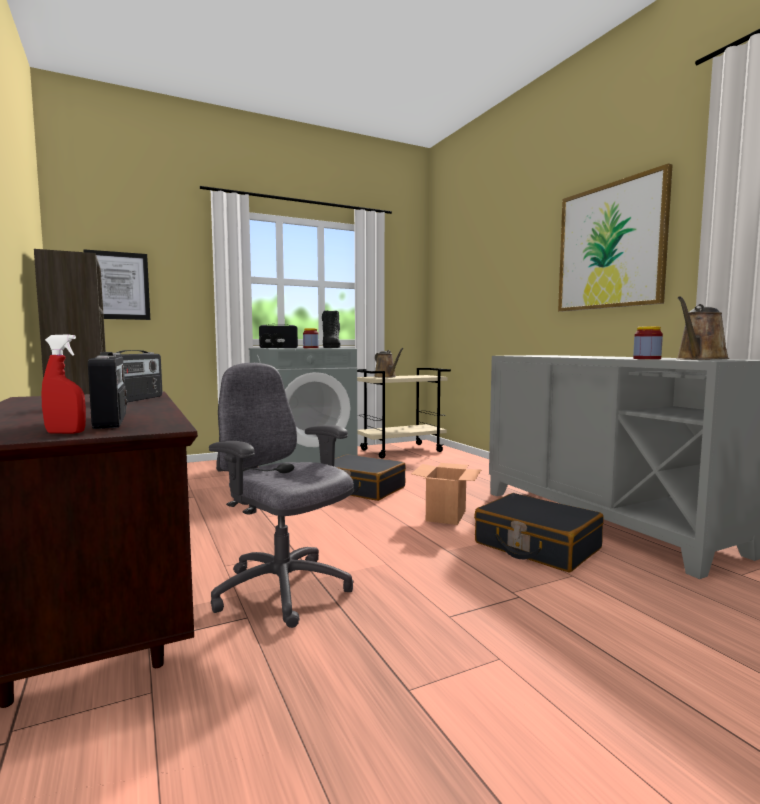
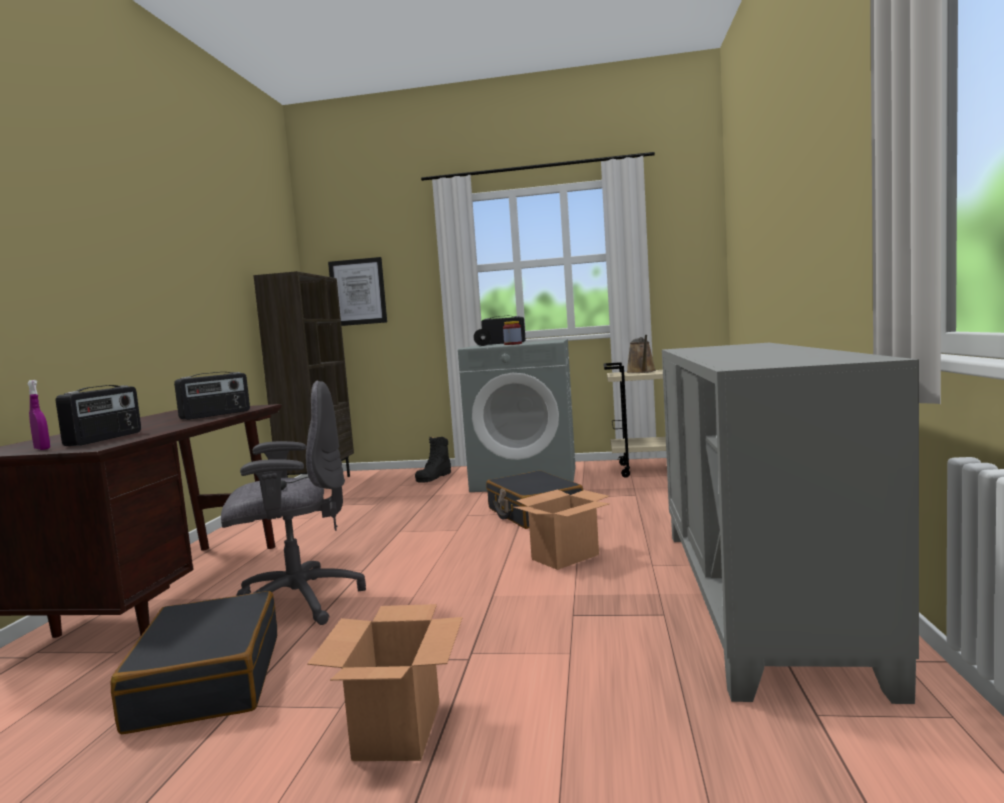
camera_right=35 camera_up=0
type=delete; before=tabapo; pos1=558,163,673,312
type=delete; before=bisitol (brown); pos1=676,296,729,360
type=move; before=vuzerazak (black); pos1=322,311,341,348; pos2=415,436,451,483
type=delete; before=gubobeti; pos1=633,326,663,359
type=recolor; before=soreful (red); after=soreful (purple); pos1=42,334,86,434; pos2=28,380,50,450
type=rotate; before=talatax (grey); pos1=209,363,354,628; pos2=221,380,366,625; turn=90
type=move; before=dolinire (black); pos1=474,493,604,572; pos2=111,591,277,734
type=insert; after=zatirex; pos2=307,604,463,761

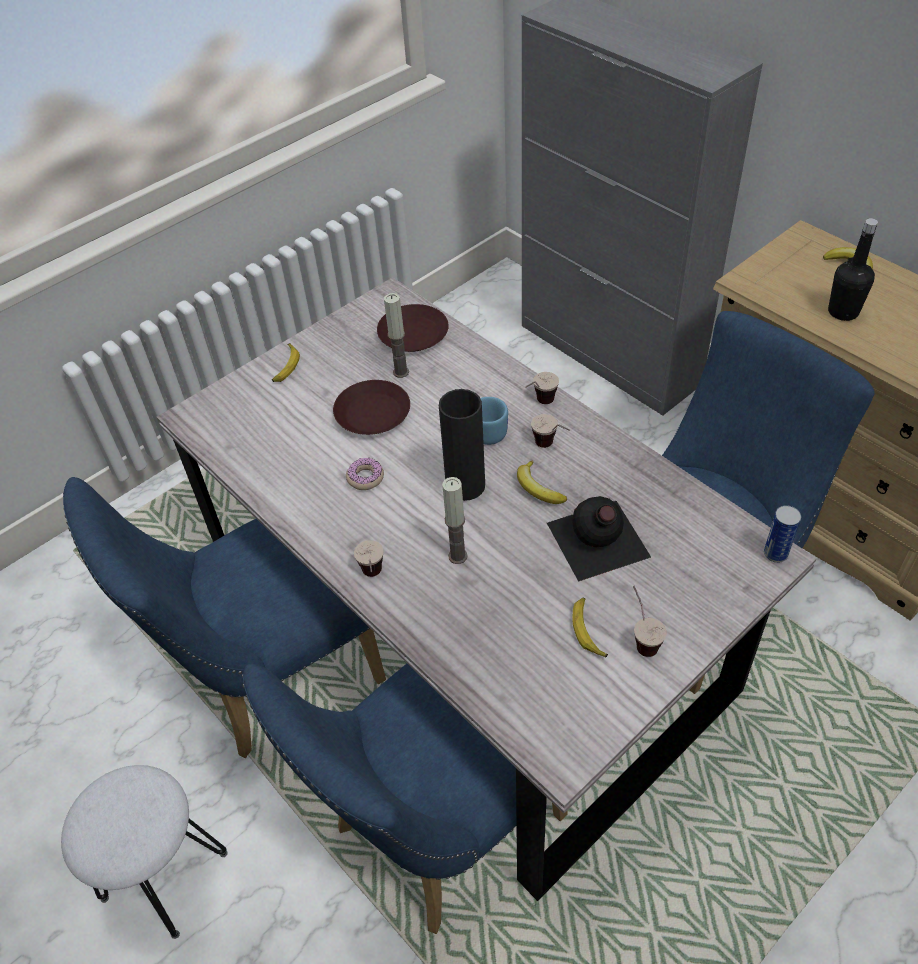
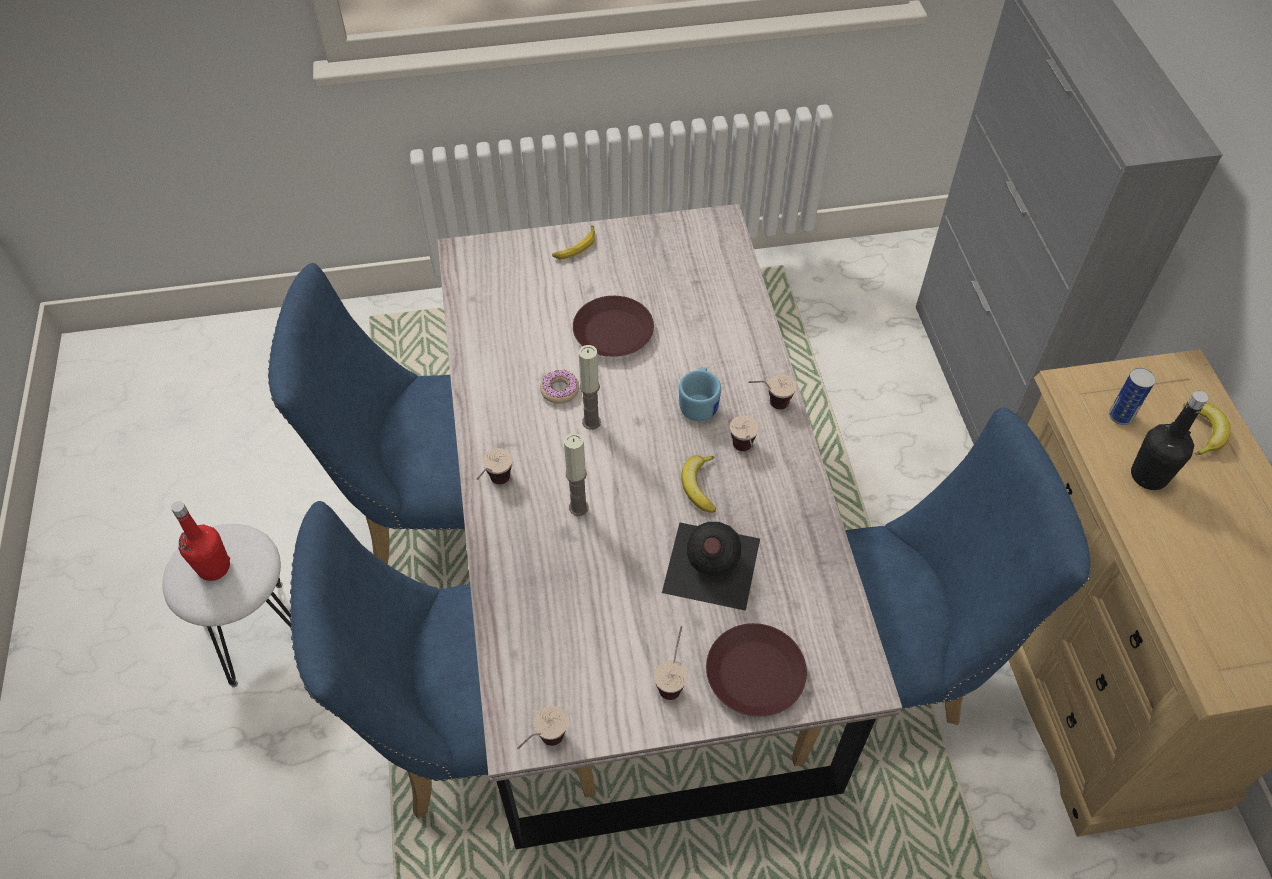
camera_right=30 camera_up=5
type=move; before=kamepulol; pos1=384,293,409,378; pos2=579,345,601,430
type=move; before=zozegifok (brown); pos1=377,304,449,352; pos2=706,623,807,717
type=delete; before=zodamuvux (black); pos1=439,389,485,501
type=move; before=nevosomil; pos1=764,505,801,563; pos2=1109,368,1156,425
type=delete; before=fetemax; pos1=572,598,608,658
type=insert; after=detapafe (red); pos2=171,501,230,581
type=insert; after=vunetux; pos2=517,706,568,749

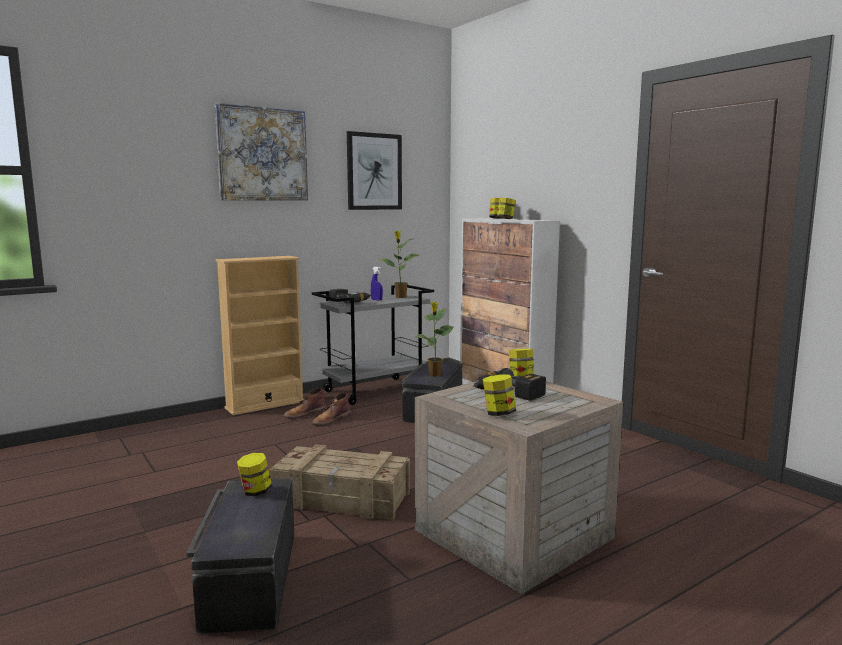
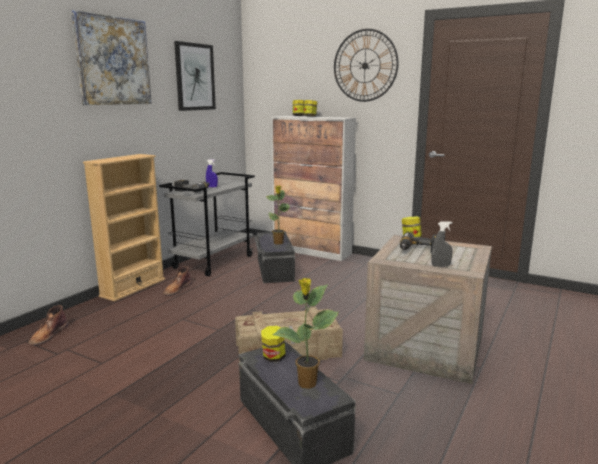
camera_right=-25 camera_up=5
type=move; before=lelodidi; pos1=379,231,420,298; pos2=272,278,339,389
type=replace; before=gubobeti; after=soreful (grey); pos1=482,374,516,416; pos2=431,221,452,266
type=move; before=vuzerazak (brown); pos1=312,393,351,426; pos2=28,305,68,345
type=insert; after=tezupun; pos2=334,29,399,102

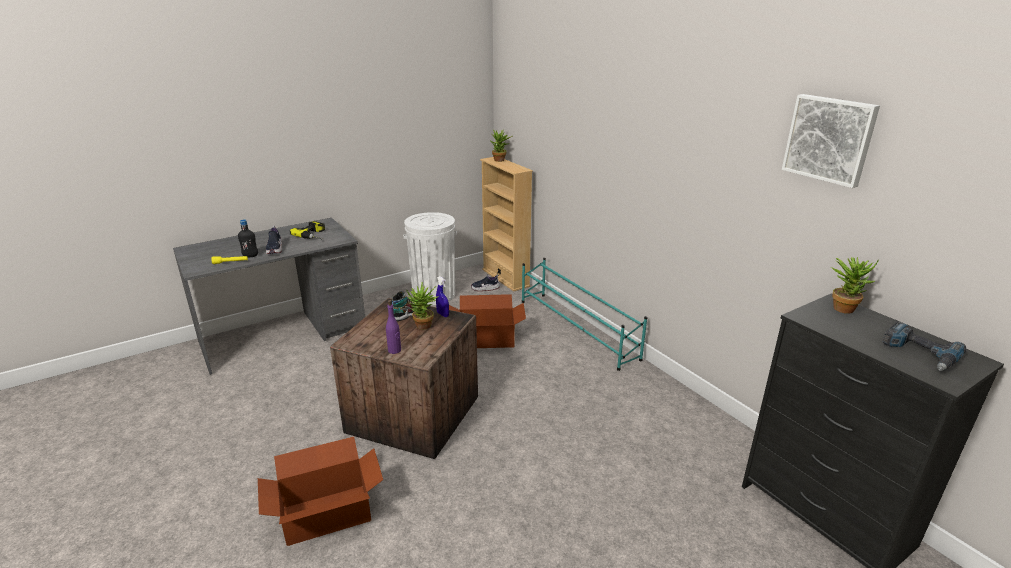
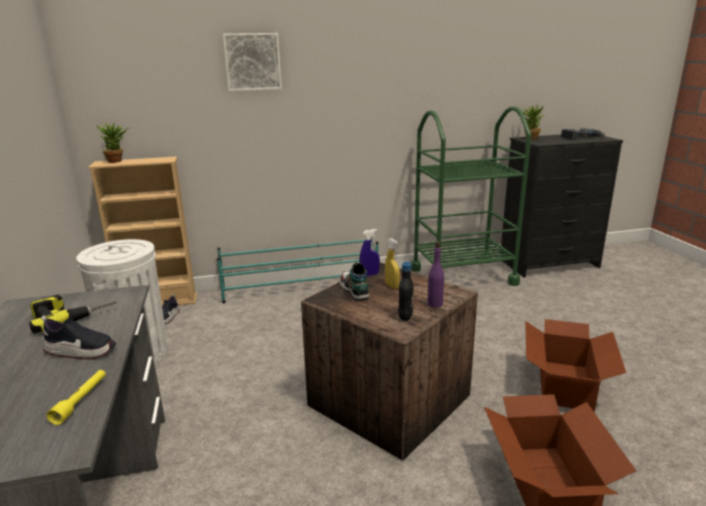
camera_right=-70 camera_up=-5
type=move; before=tabapo; pos1=782,94,880,188; pos2=223,33,282,91
type=move; before=detapafe (black); pos1=238,219,258,257; pos2=398,262,414,321
type=replace; before=lelodidi; after=soreful (yellow); pos1=407,282,439,330; pos2=385,238,400,289
type=move; before=zatirex; pos1=449,294,526,348; pos2=525,319,626,412
type=insert; after=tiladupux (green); pos2=411,106,532,286

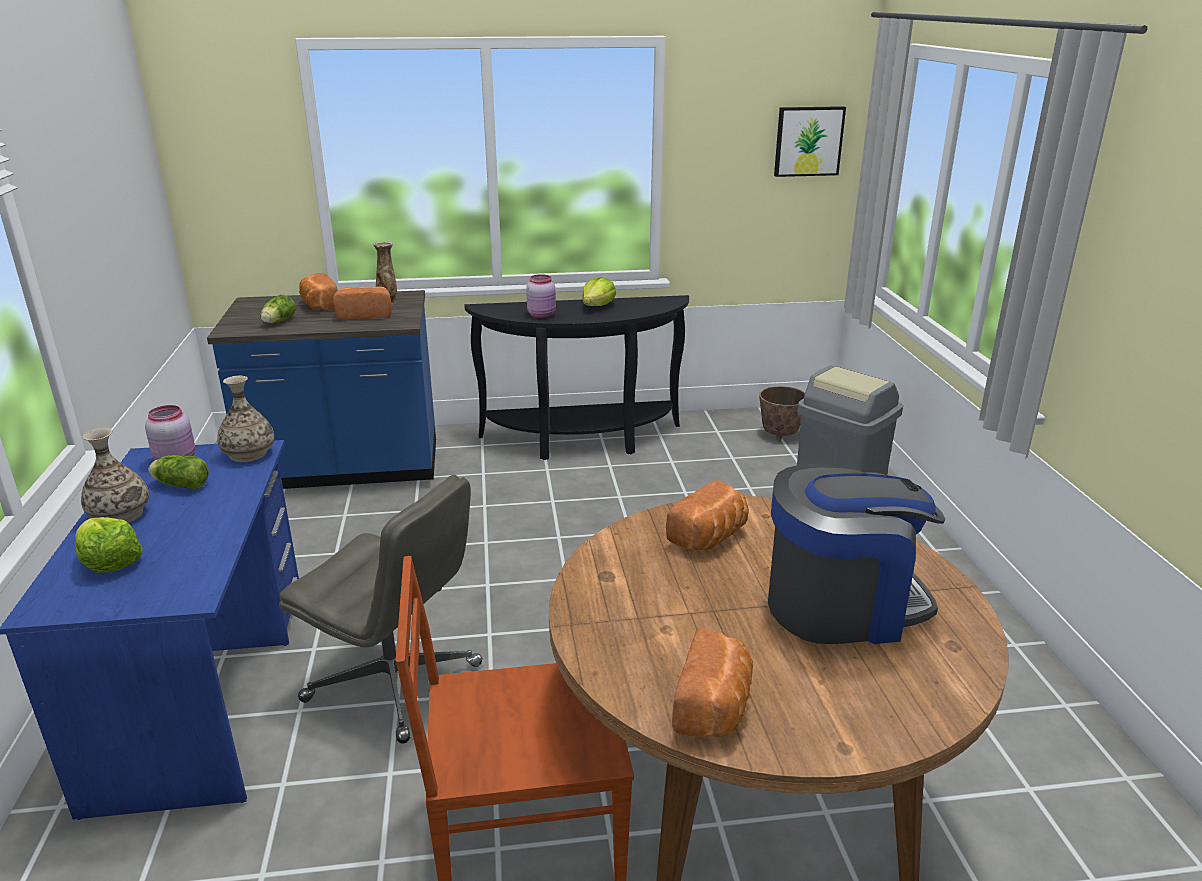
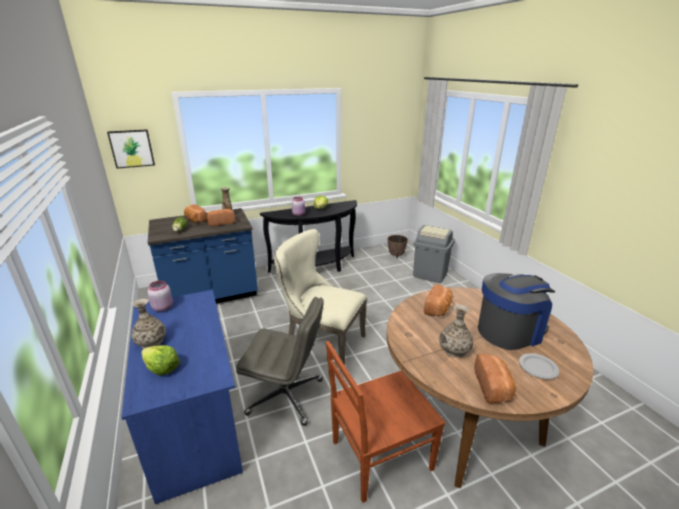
camera_right=-15 camera_up=0
type=move; before=tabapo; pos1=774,106,846,177; pos2=107,129,155,169
type=move; before=zodamuvux; pos1=217,375,274,462; pos2=439,305,473,357
type=delete; before=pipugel; pos1=148,455,209,490
type=insert; after=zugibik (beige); pos2=274,229,367,371
type=insert; after=zozegifok; pos2=519,353,559,379

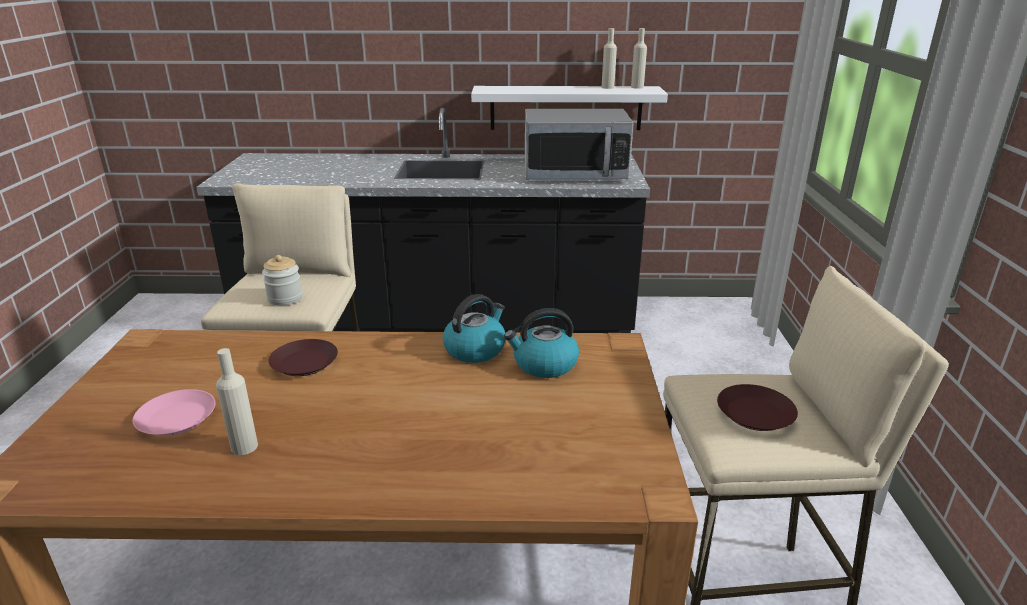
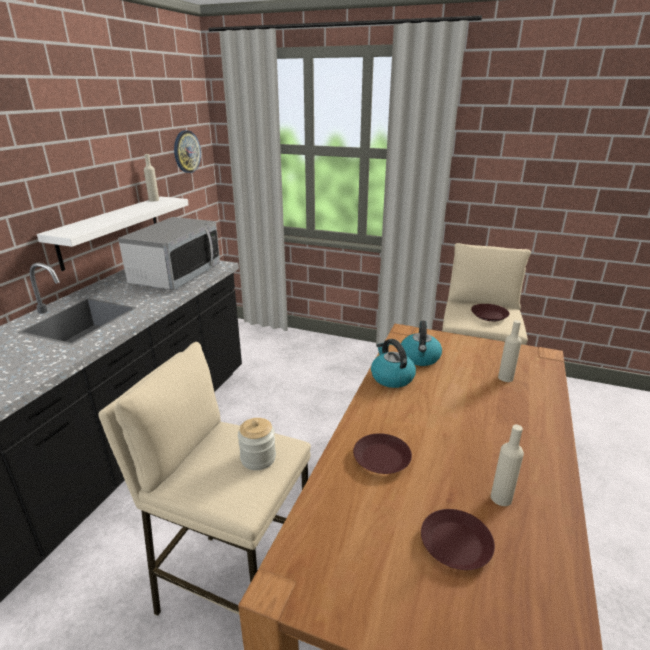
camera_right=-70 camera_up=0
type=move; before=detapafe (beige); pos1=601,28,617,89; pos2=498,320,522,382
type=recolor; before=zozegifok (pink); after=zozegifok (brown); pos1=133,389,215,436; pos2=421,509,495,570
type=insert; after=tezupun; pos2=174,130,201,173

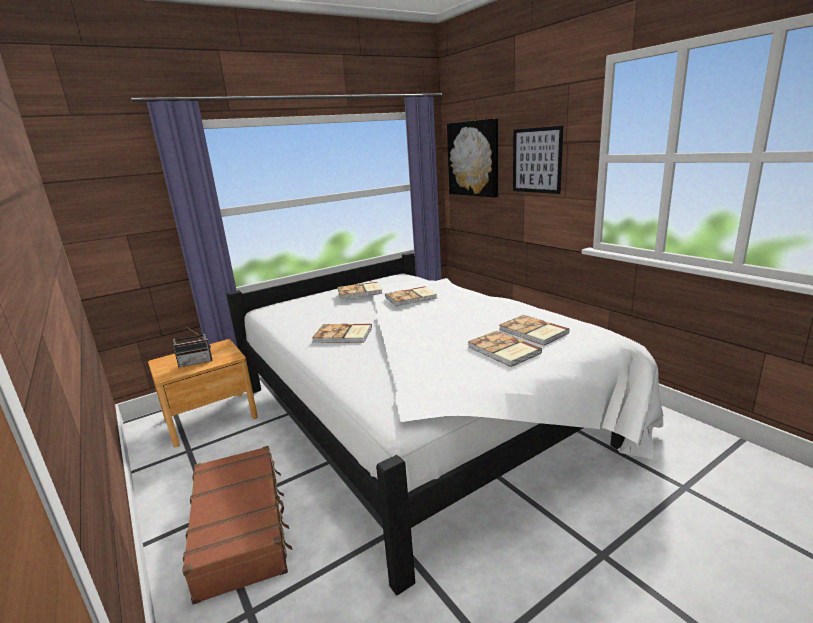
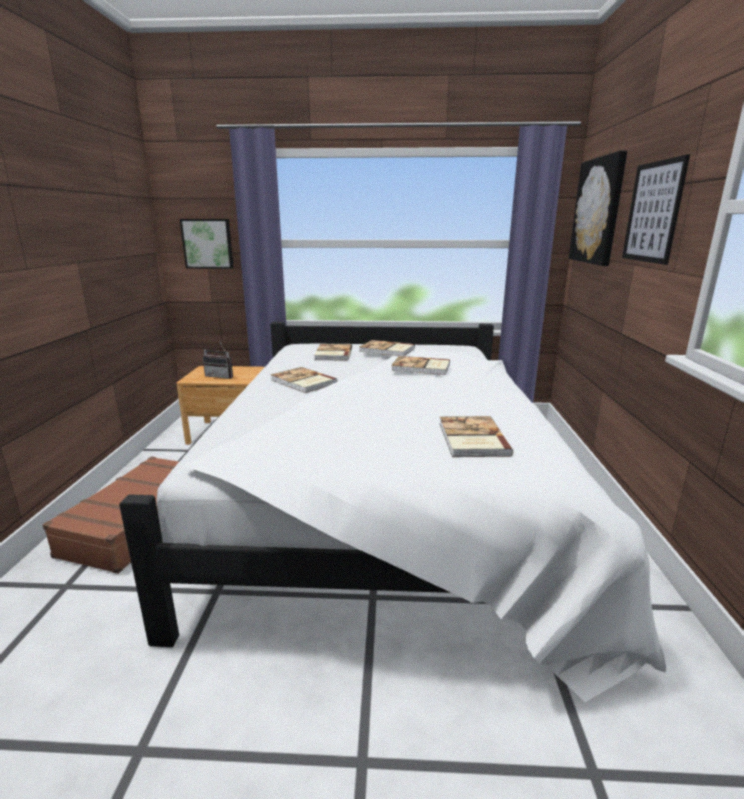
camera_right=35 camera_up=0
type=move; before=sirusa; pos1=468,331,542,367; pos2=314,344,352,360
type=insert; after=tabapo; pos2=180,219,233,269

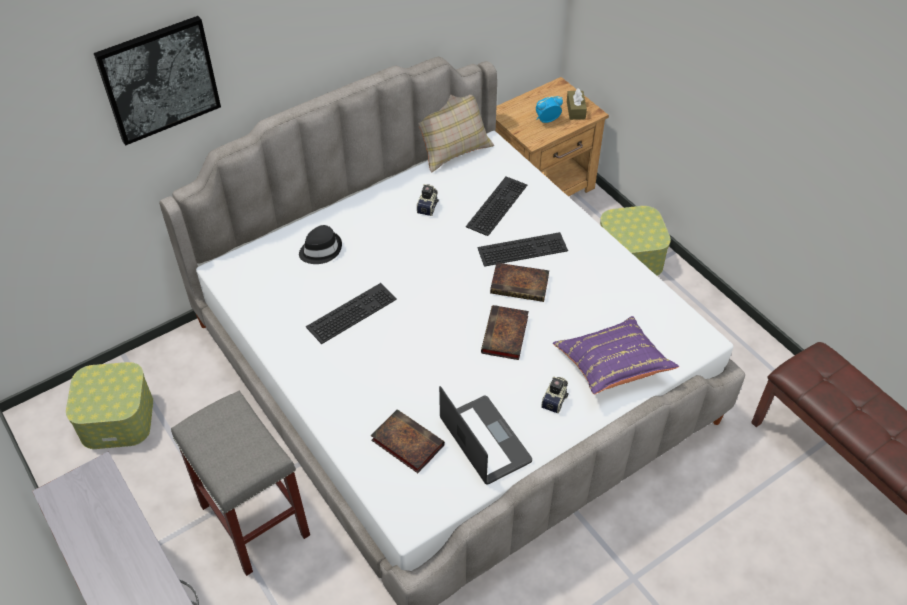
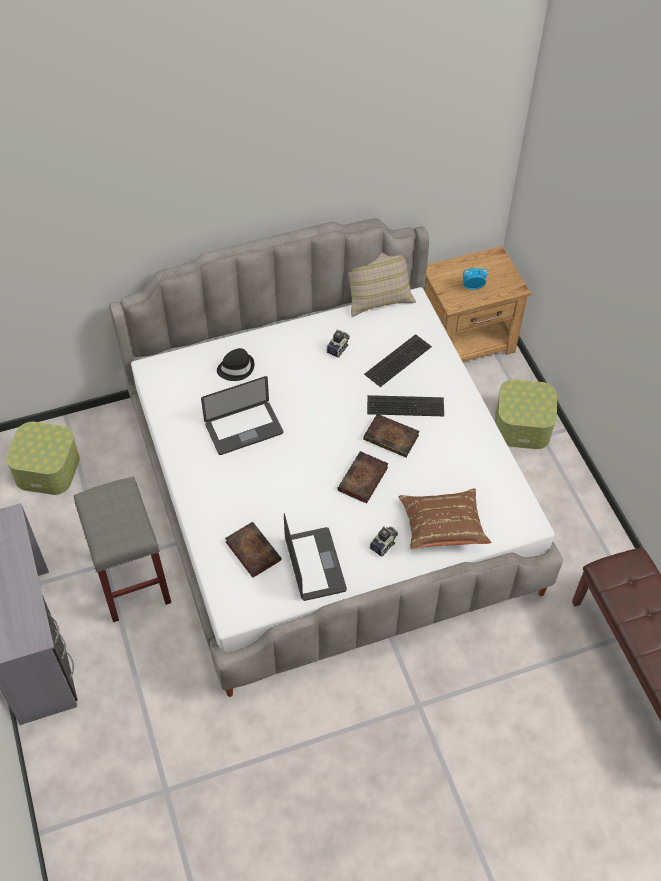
camera_right=15 camera_up=5
type=delete; before=tabapo; pos1=94,16,221,146
type=delete; before=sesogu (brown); pos1=567,88,587,120
type=replace; before=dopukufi; after=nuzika; pos1=306,283,397,344; pos2=201,376,283,455
type=recolor; before=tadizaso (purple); after=tadizaso (brown); pos1=553,316,679,394; pos2=398,489,491,549

